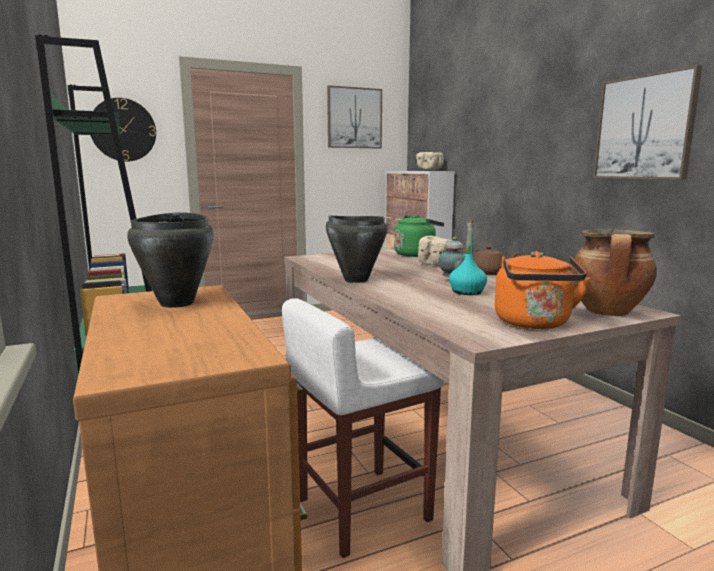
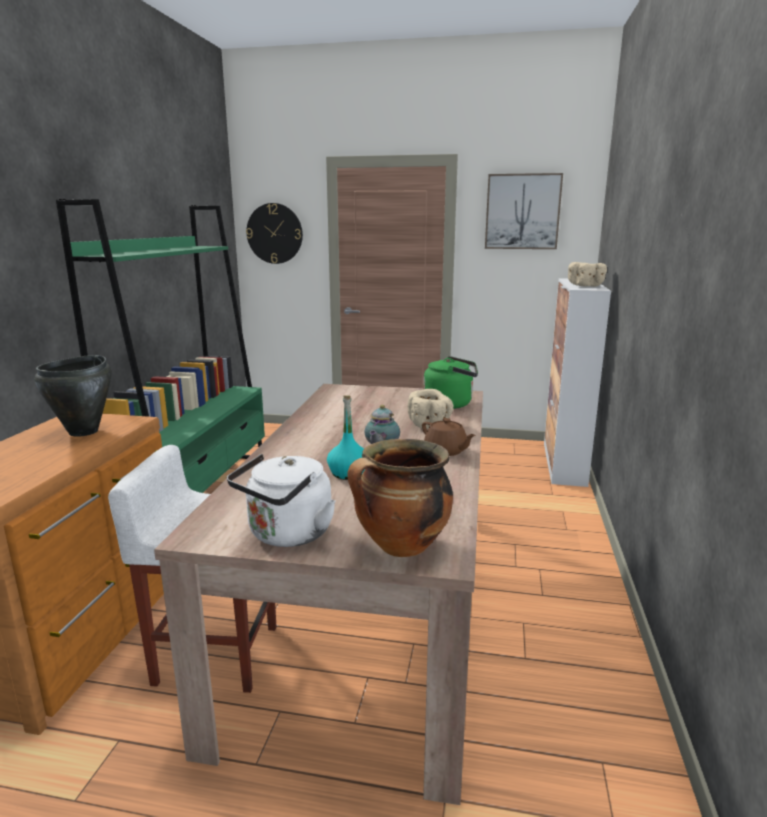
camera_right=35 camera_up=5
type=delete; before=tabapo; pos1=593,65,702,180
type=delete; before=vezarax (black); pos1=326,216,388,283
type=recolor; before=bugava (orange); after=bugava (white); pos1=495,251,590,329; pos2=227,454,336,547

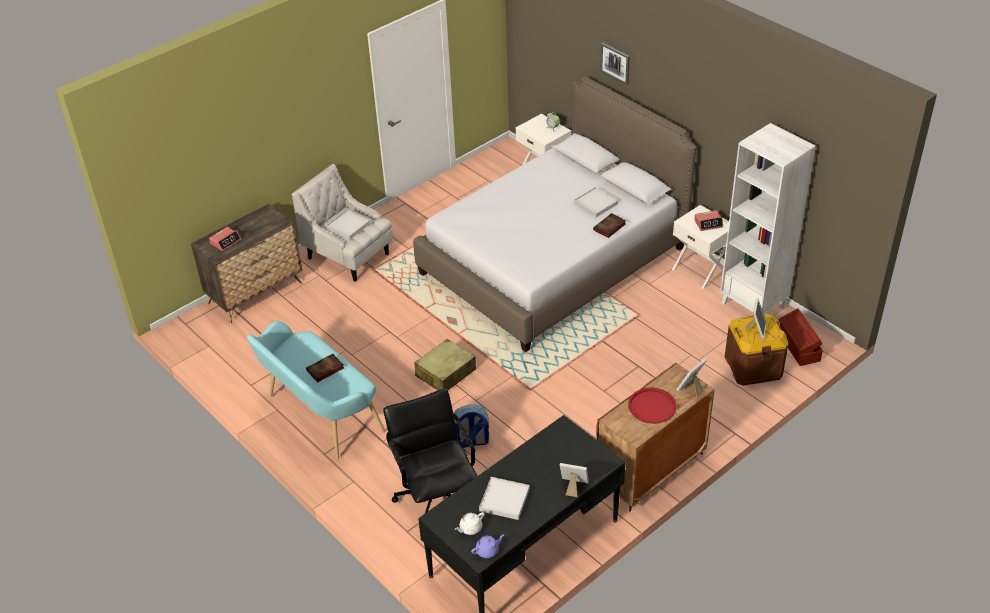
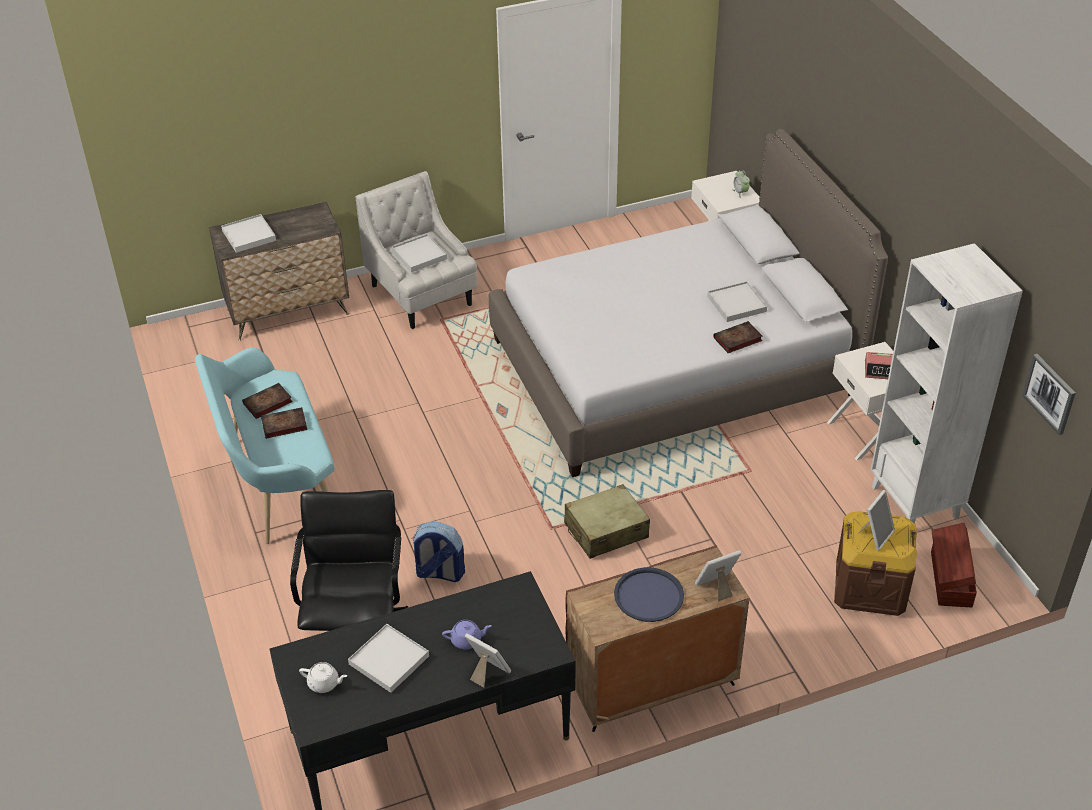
camera_right=20 camera_up=0
type=move; before=tabapo; pos1=600,42,630,85; pos2=1022,354,1076,435
type=replace; before=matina; after=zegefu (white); pos1=209,227,241,251; pos2=221,214,276,253
type=move; before=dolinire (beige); pos1=414,339,476,390; pos2=564,484,650,559
type=recolor; before=zegefu (red); after=zegefu (blue); pos1=628,387,677,424; pos2=614,567,684,622
type=rotate; before=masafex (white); pos1=455,512,485,535; pos2=299,662,347,693; turn=-150
type=move; before=masafex (purple); pos1=471,534,504,558; pos2=442,620,492,649
type=insert; after=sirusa; pos2=242,383,293,419

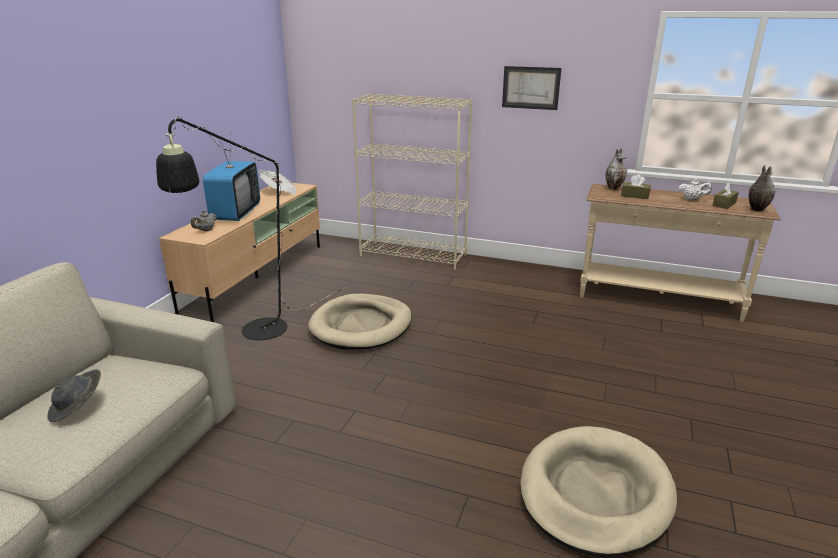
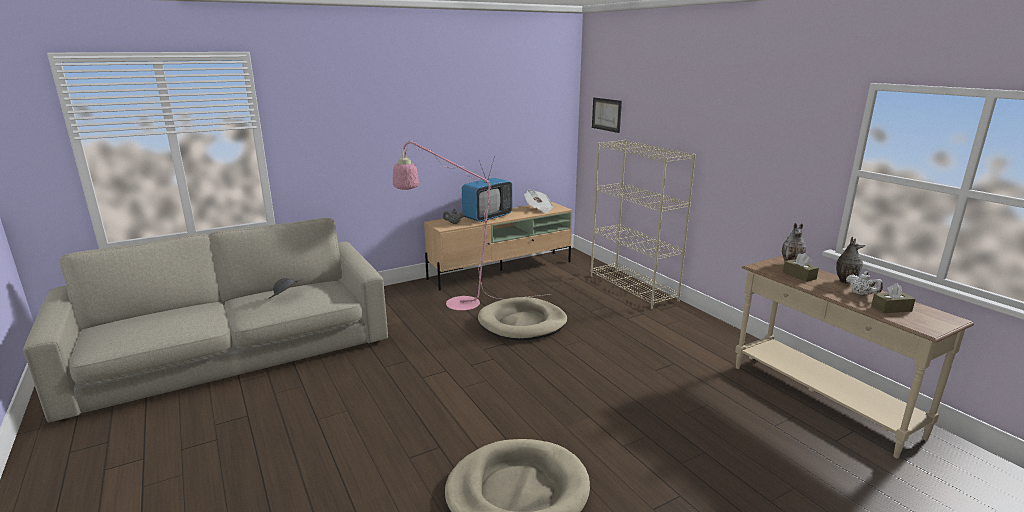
camera_right=40 camera_up=-5
type=move; before=tabapo; pos1=502,66,561,110; pos2=592,97,622,133
type=recolor; before=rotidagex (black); after=rotidagex (pink); pos1=156,116,349,340; pos2=393,140,552,311
type=move; before=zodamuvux; pos1=749,165,775,212; pos2=836,237,865,284

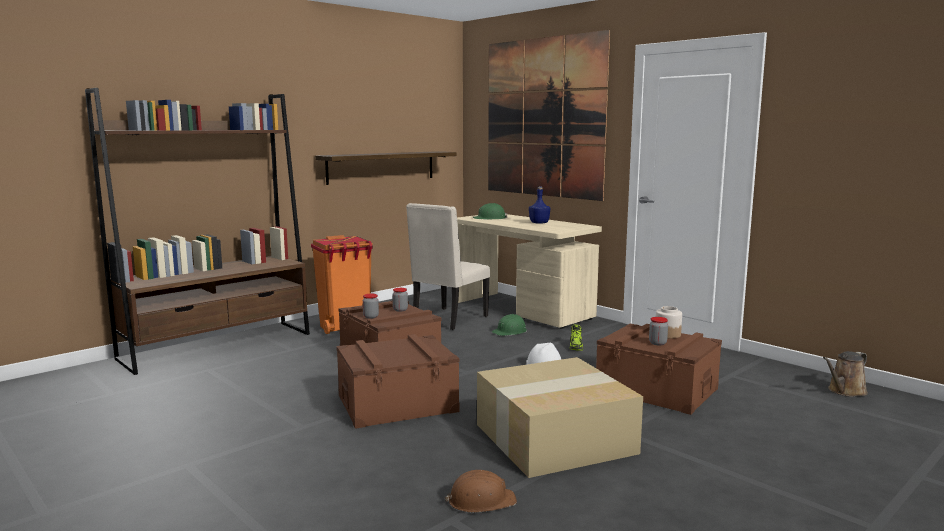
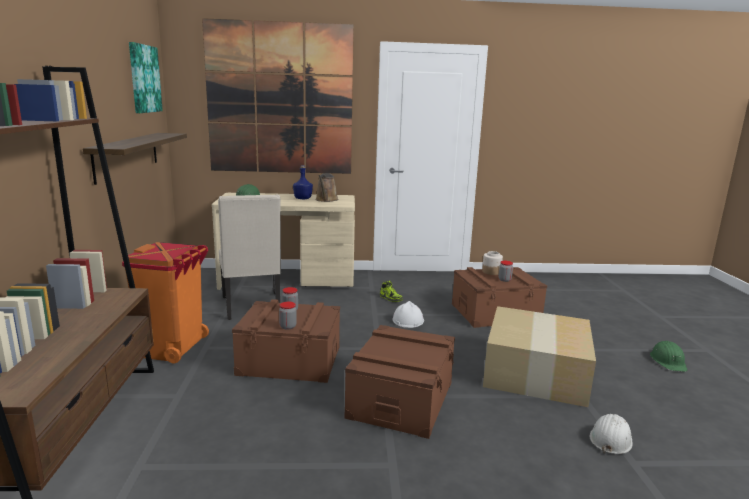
camera_right=-50 camera_up=5
type=move; before=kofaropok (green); pos1=492,314,527,336; pos2=650,341,688,372
type=move; before=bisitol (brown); pos1=823,351,868,397; pos2=315,173,339,202
type=recolor; before=kofaropok (brown); after=kofaropok (white); pos1=445,470,517,513; pos2=590,414,633,454
type=insert; after=tabapo; pos2=129,42,163,113

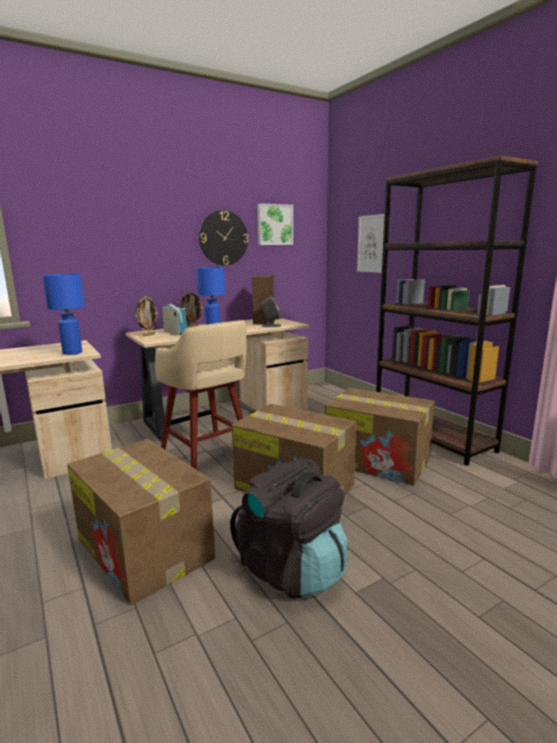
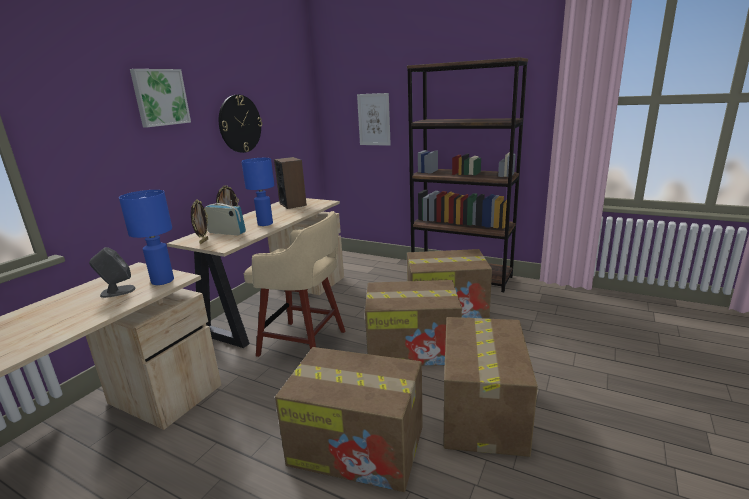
camera_right=-30 camera_up=5
type=move; before=tabapo; pos1=257,203,293,245; pos2=130,69,191,127
type=move; before=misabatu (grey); pos1=261,296,281,327; pos2=89,247,135,298
type=replace; before=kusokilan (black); after=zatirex; pos1=230,459,348,599; pos2=443,317,538,457

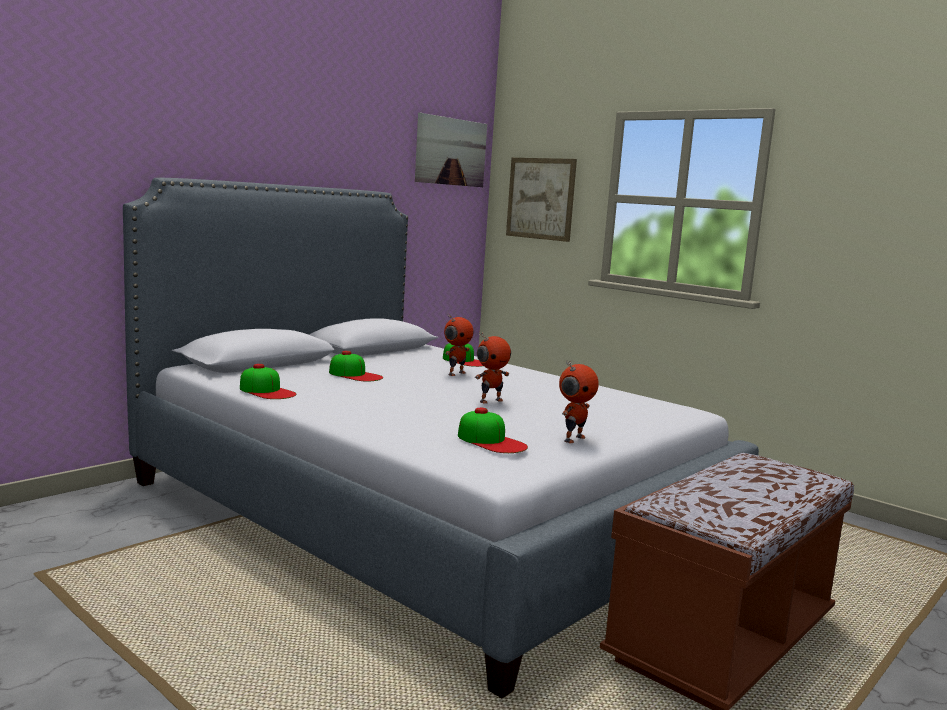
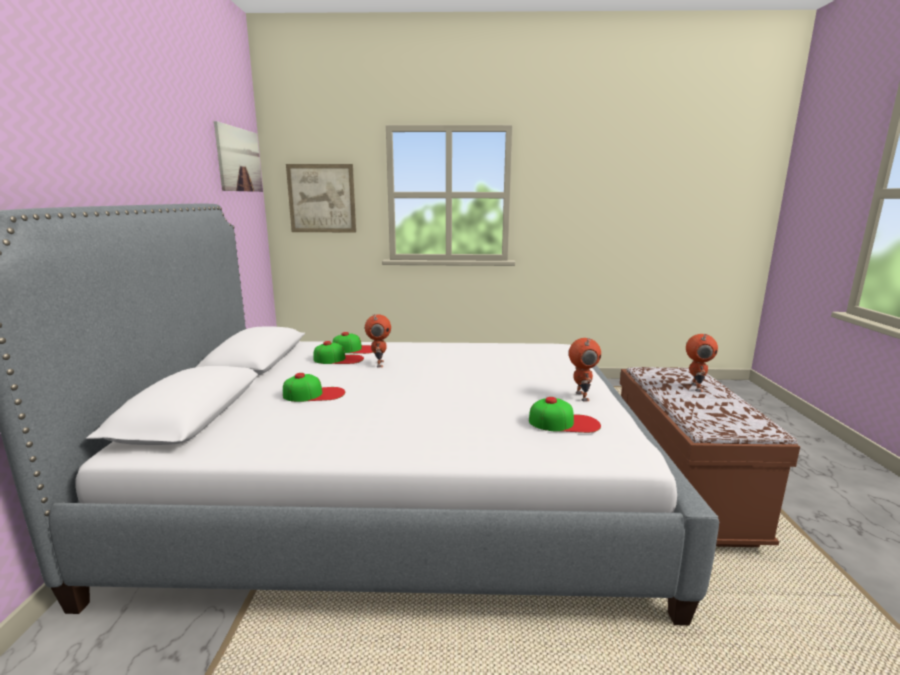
camera_right=-40 camera_up=5
type=move; before=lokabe; pos1=475,332,511,404; pos2=686,333,718,392
type=move; before=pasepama; pos1=240,364,296,399; pos2=314,341,364,364

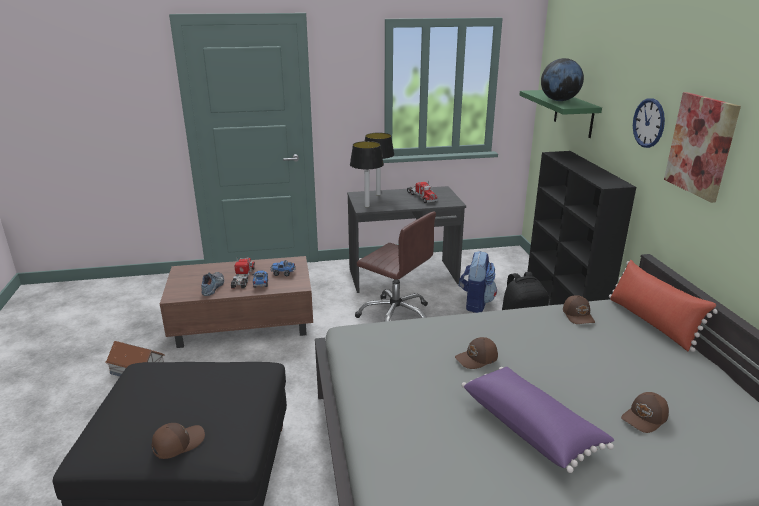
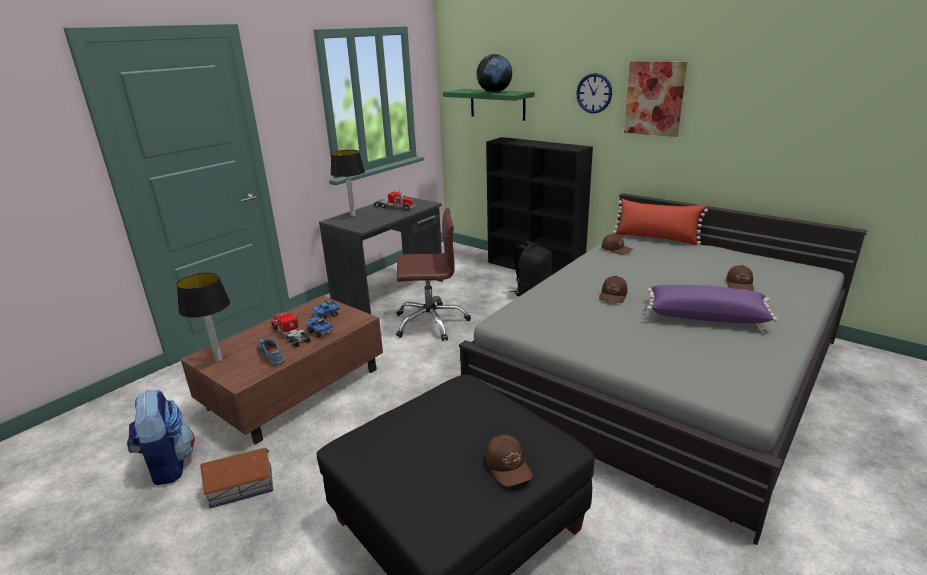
camera_right=-40 camera_up=0
type=move; before=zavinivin; pos1=350,141,384,208; pos2=177,272,230,362
type=move; before=kusokilan; pos1=458,251,497,313; pos2=127,390,195,485
type=rotate; before=pasepama (brown); pos1=152,423,205,459; pos2=486,435,533,486; turn=150

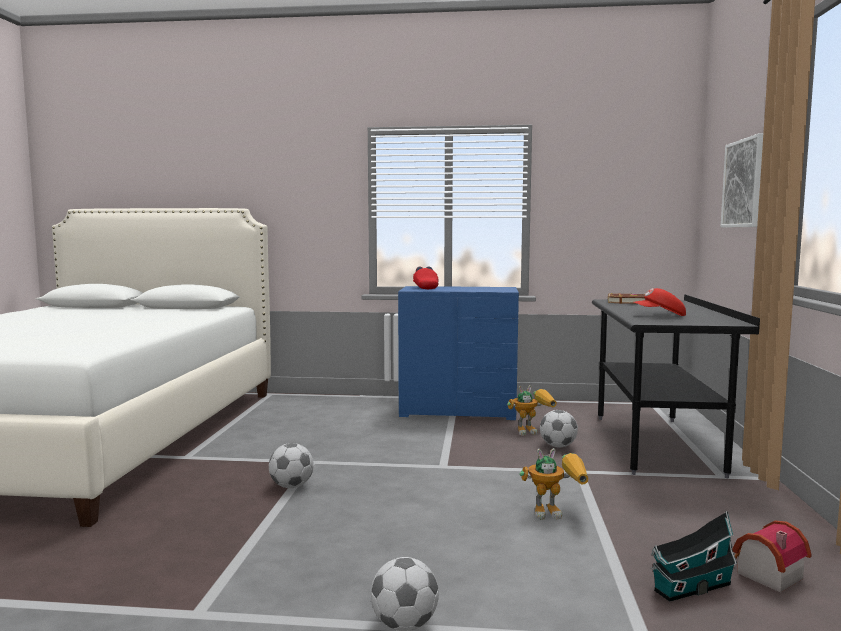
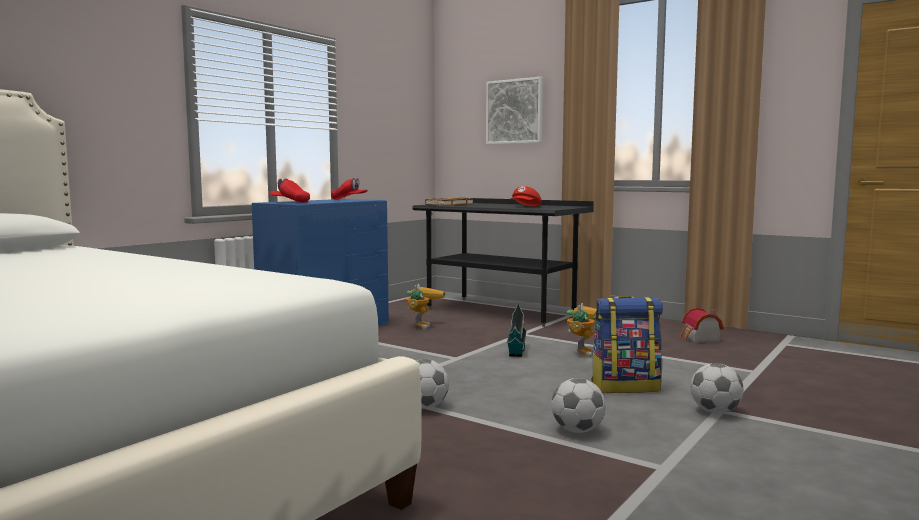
camera_right=-60 camera_up=0
type=move; before=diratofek; pos1=540,410,578,447; pos2=551,378,606,433
type=move; before=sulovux; pos1=650,511,738,602; pos2=507,303,527,357
type=insert; after=pasepama (red); pos2=331,178,368,200
type=insert; after=kusokilan; pos2=591,296,663,393

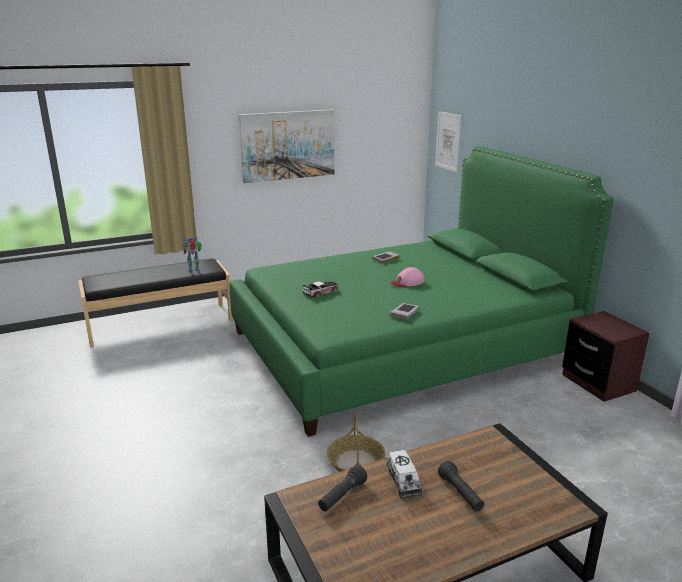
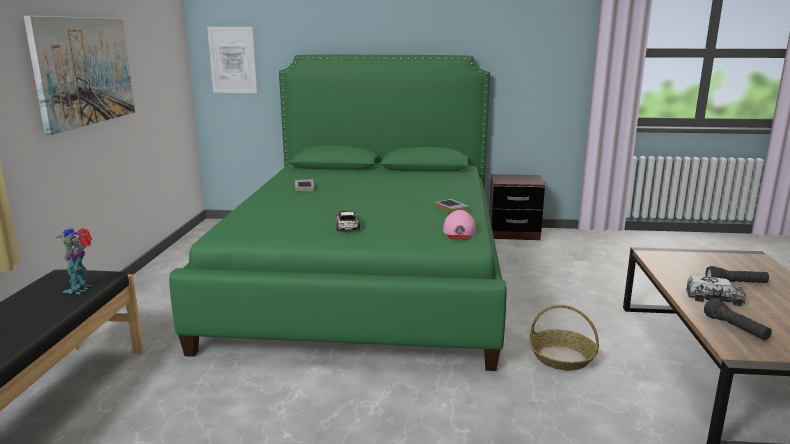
camera_right=-60 camera_up=-5
type=move; before=pasepama (pink); pos1=390,267,424,287; pos2=443,210,476,240

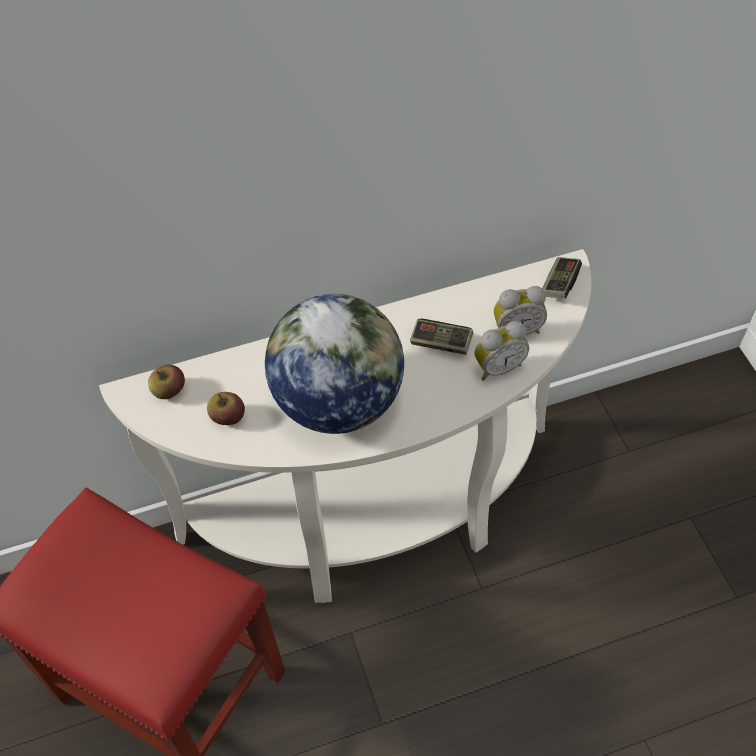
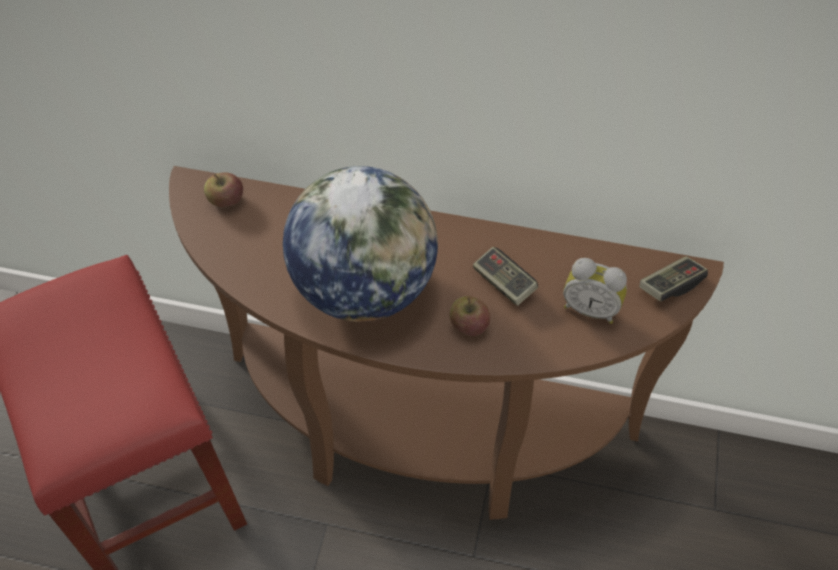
camera_right=30 camera_up=0
type=recolor; before=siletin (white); after=siletin (brown); pos1=99,249,591,603; pos2=169,166,724,520
type=delete; before=matina; pos1=474,321,529,381
type=move; before=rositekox; pos1=207,392,245,425; pos2=449,296,490,336

